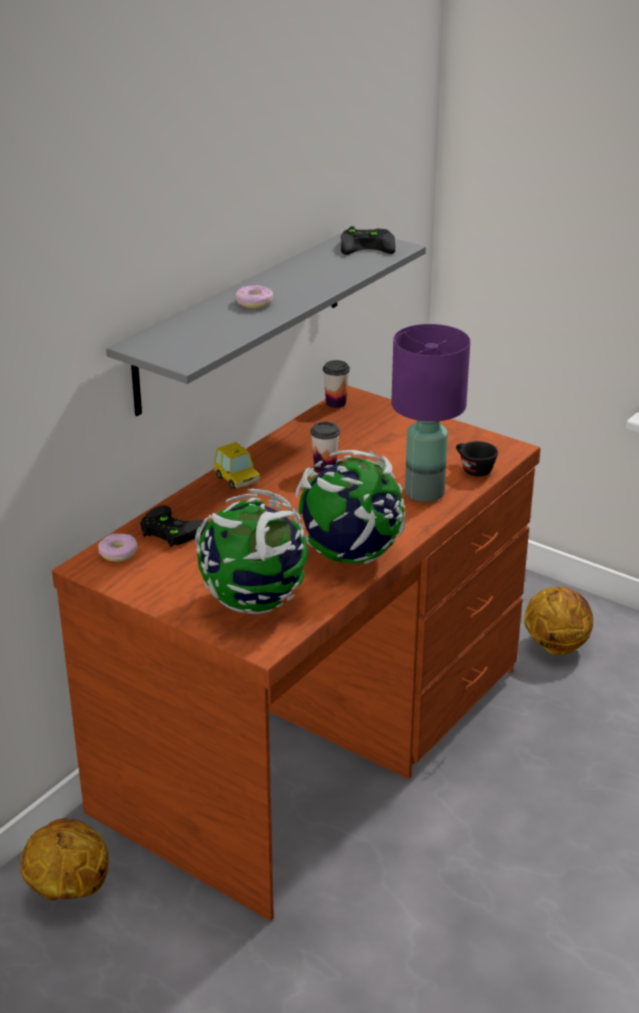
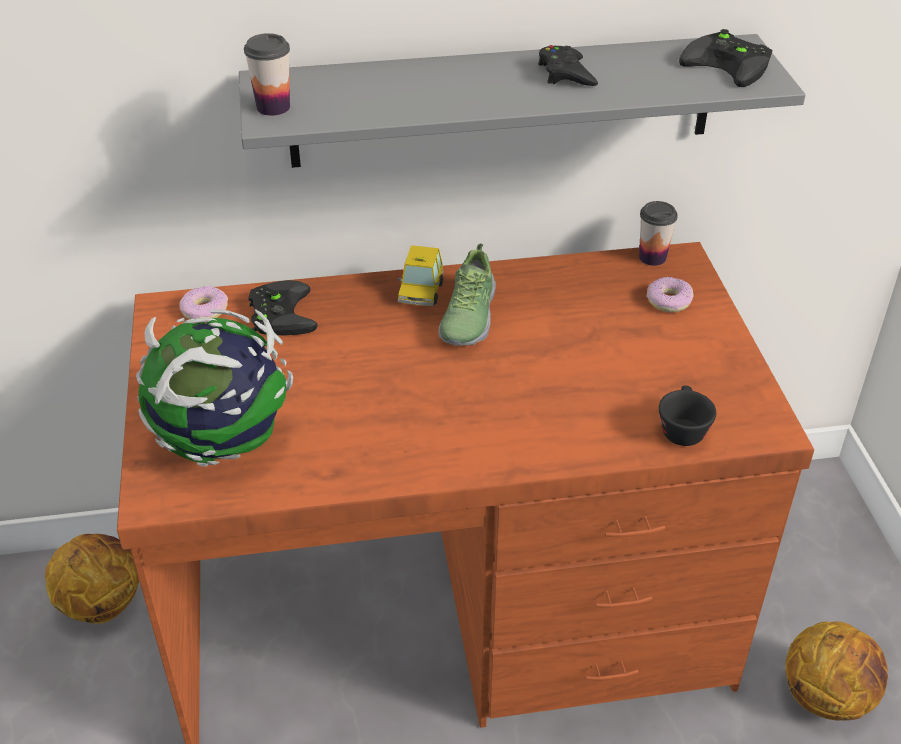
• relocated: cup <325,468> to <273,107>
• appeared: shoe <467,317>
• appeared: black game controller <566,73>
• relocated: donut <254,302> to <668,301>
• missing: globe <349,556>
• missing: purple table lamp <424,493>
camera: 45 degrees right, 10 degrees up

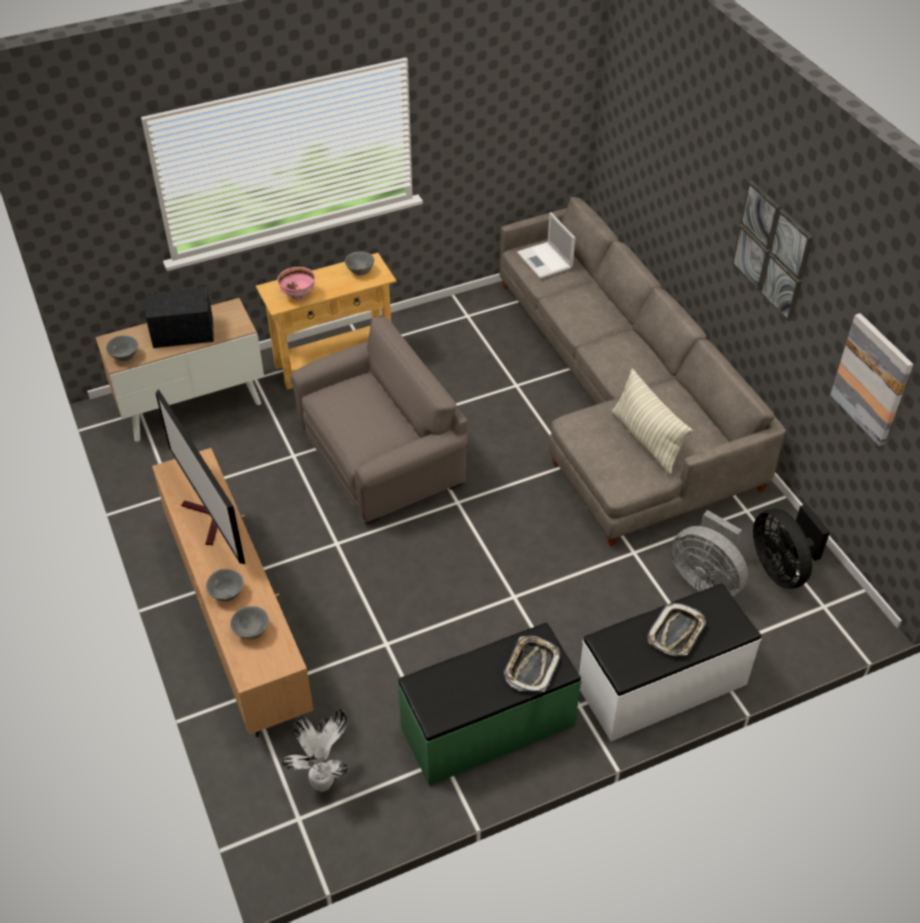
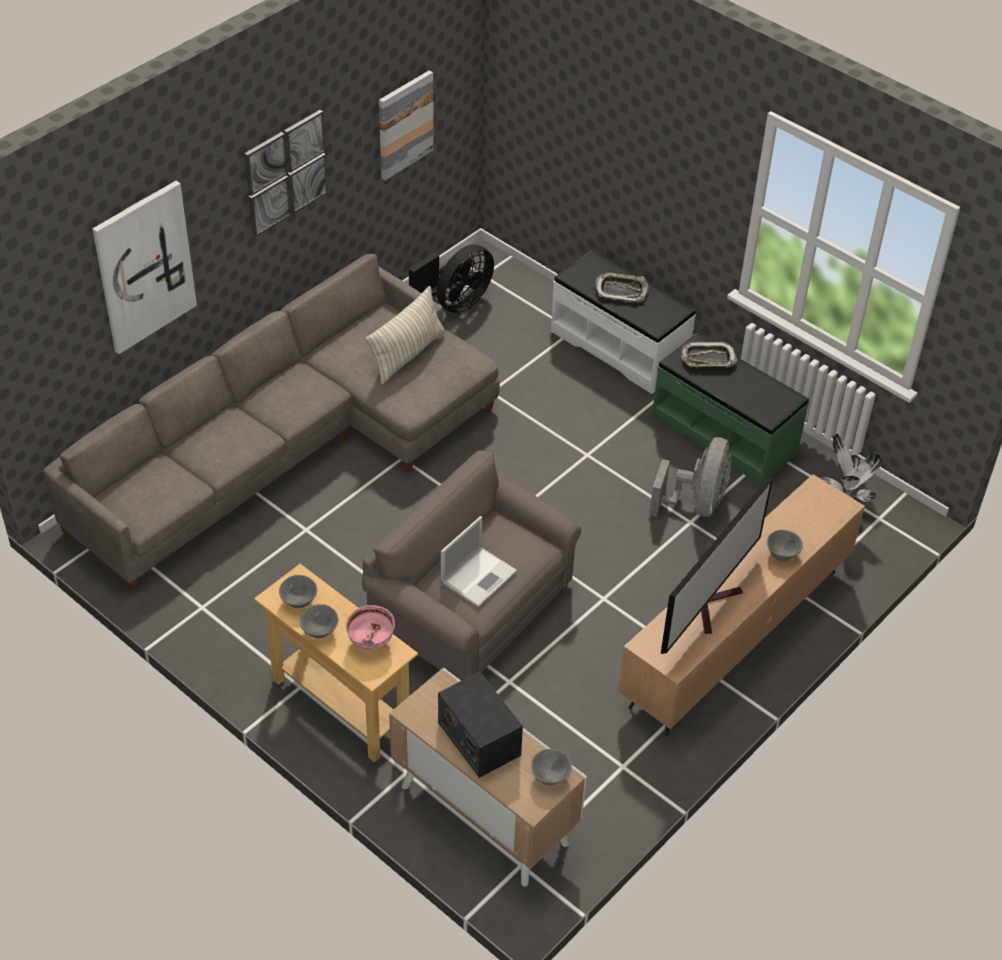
• appeared: picture <144,266>
• relocated: grey bowl <252,631> to <319,630>
• relocated: laptop <545,261> to <479,576>
• relocated: grey fan <706,579> to <696,504>
camera: 115 degrees left, 0 degrees up

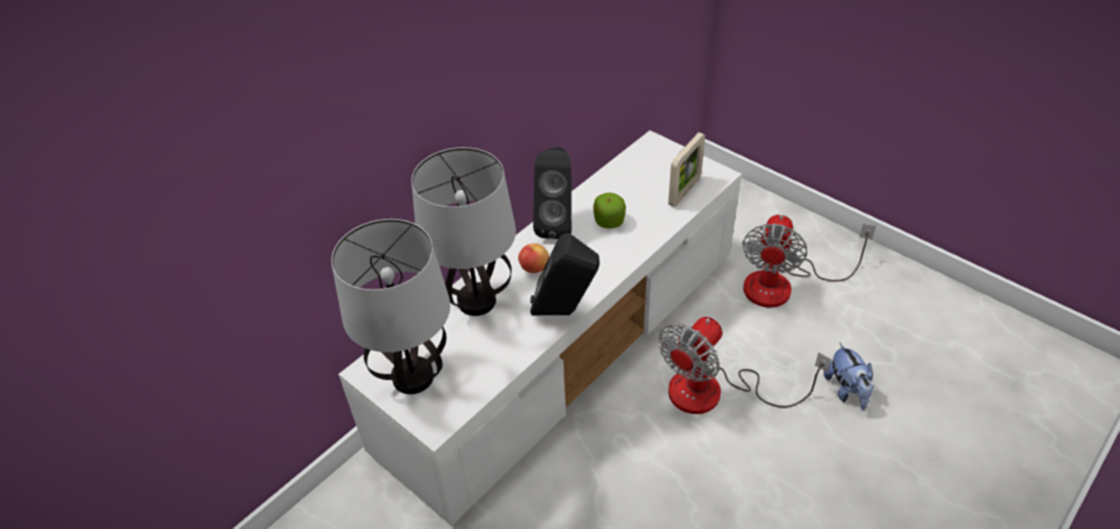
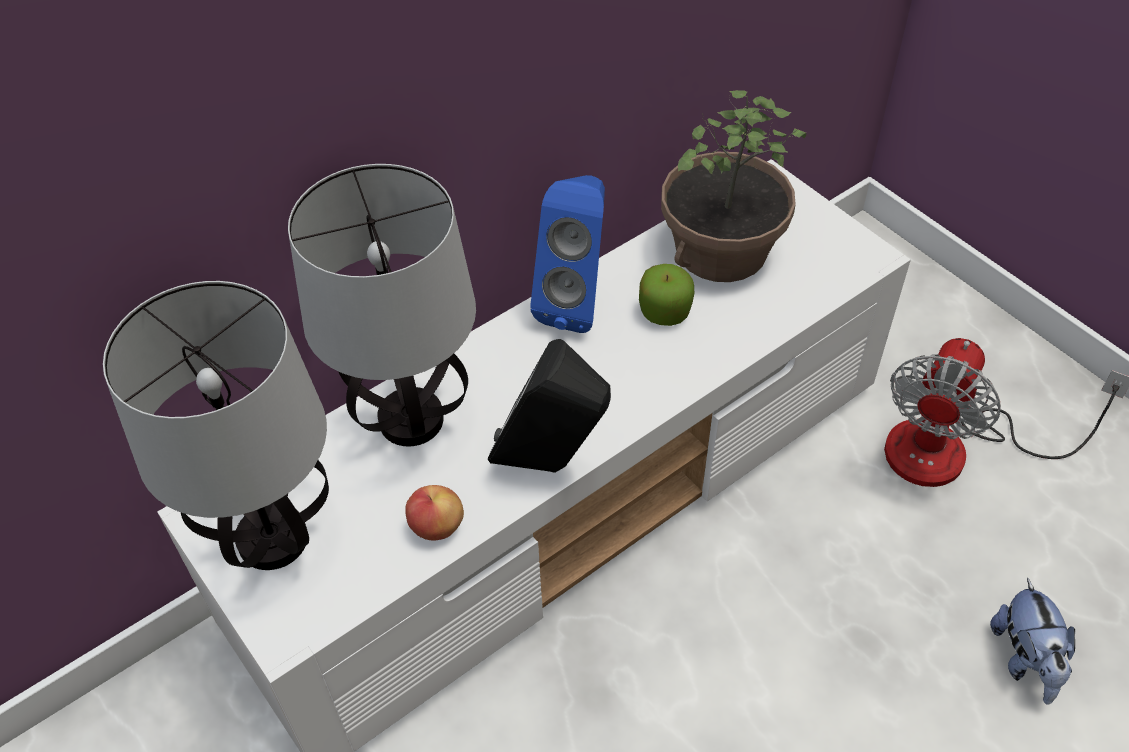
• relocated: apple <534,268> to <436,526>
• colour: black speaker <556,224> to blue speaker <576,302>
• appeared: potted plant <720,249>
• missing: fan <715,392>
• missing: picture frame <684,192>
camera: 10 degrees right, 5 degrees up

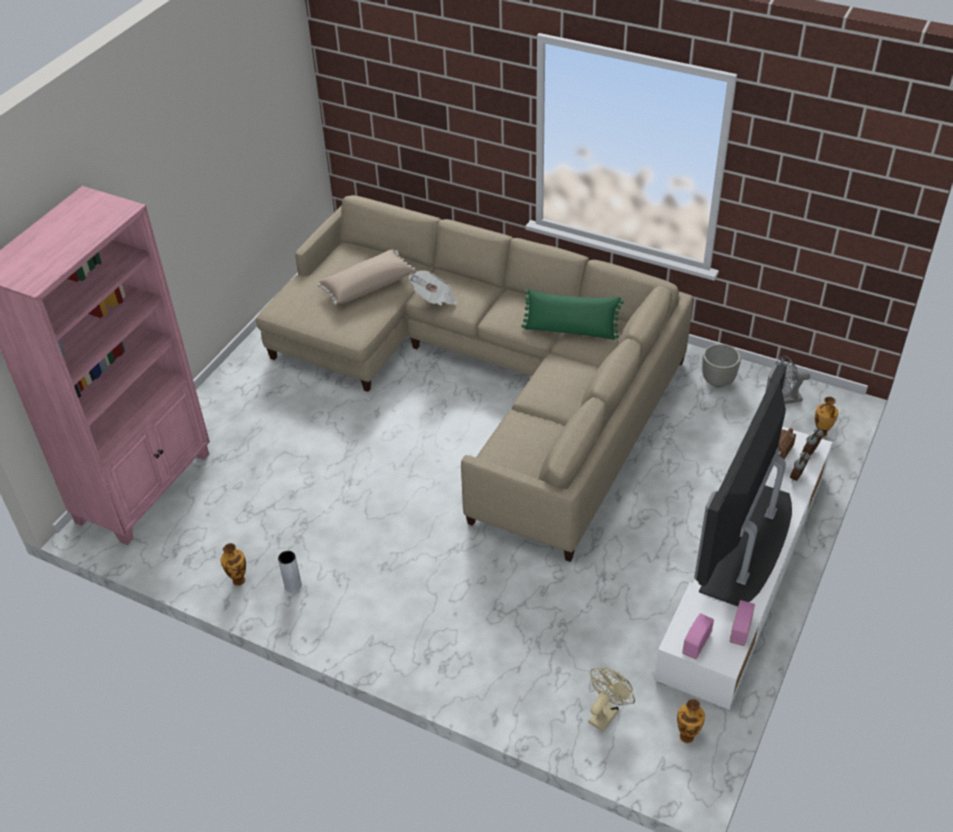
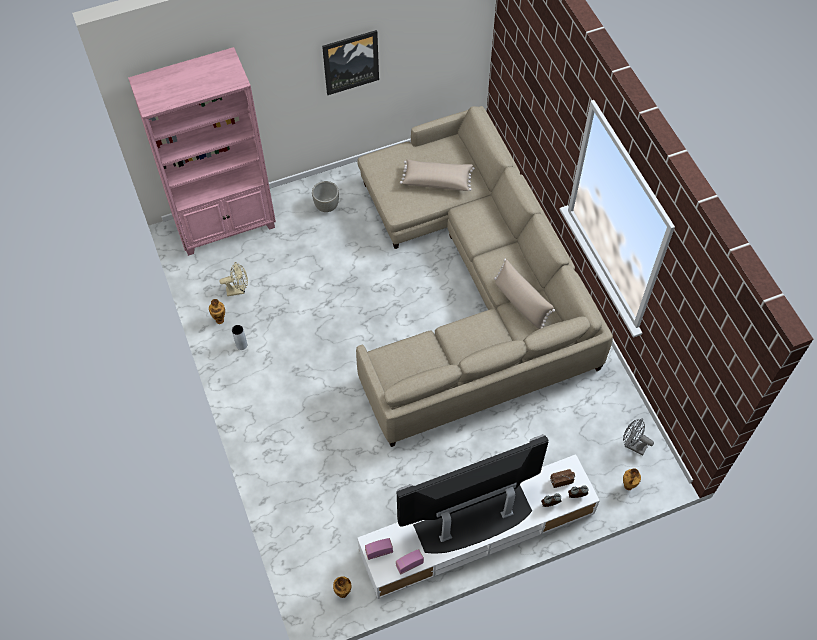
• relocated: beige fan <606,713> to <238,290>
• relocated: grey planter <718,381> to <327,206>
• appeared: picture <350,62>
• colour: green pillow <570,330> to beige pillow <521,303>
• missing: newspaper <434,299>
camera: 40 degrees right, 15 degrees up

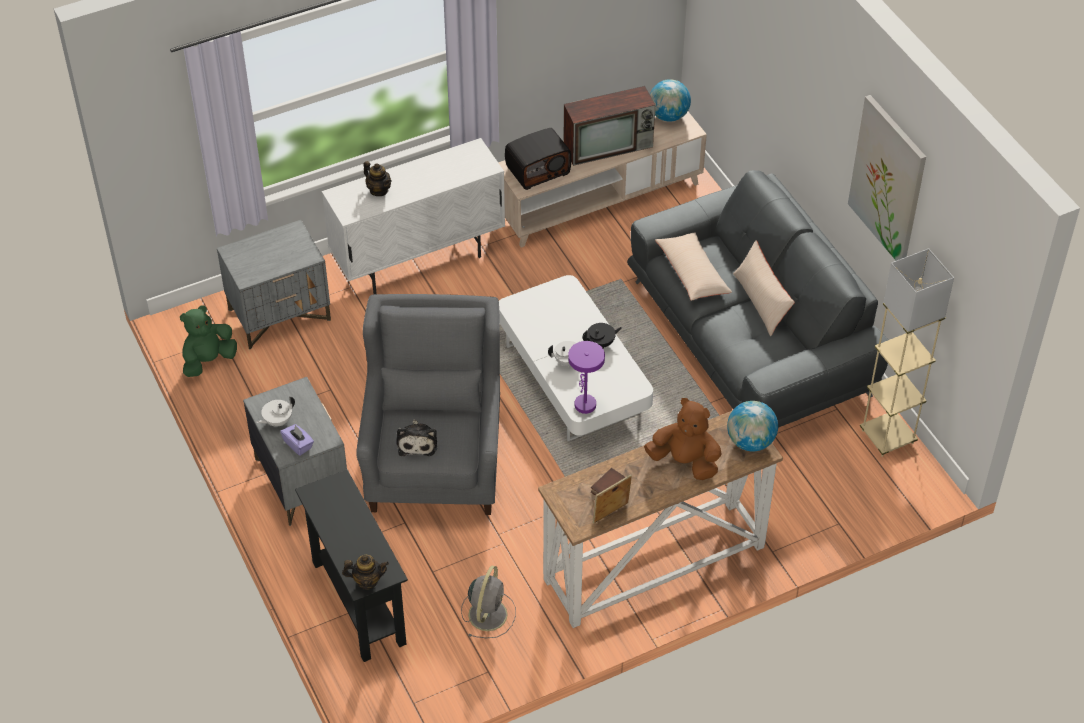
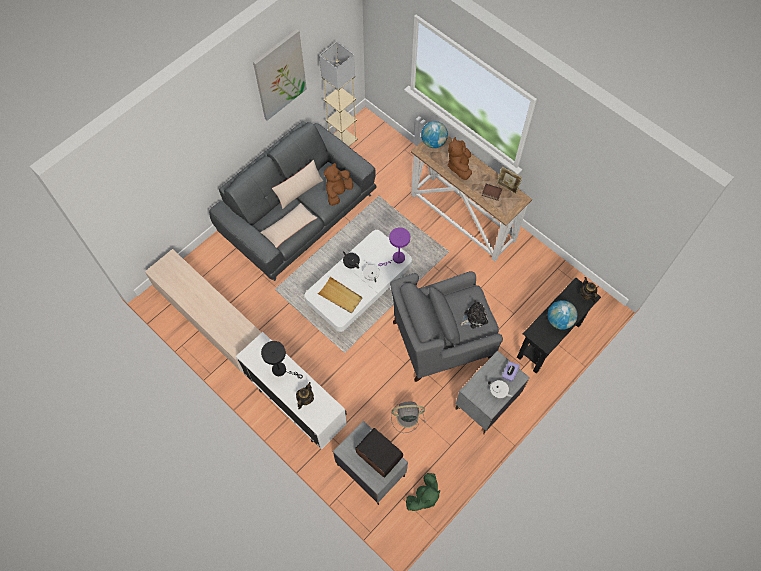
• appeared: black table lamp <281,370>
• appeared: beige tray <340,296>
• appeared: brown plush toy <338,192>
• relocated: radio <538,170> to <378,456>
• relocated: grey fan <488,613> to <406,417>
• spun: green plush toy <208,361> = <423,497> 75 degrees counterclockwise
• relocated: globe <668,116> to <559,320>
• missing: television <609,146>
camera: 110 degrees left, 15 degrees up

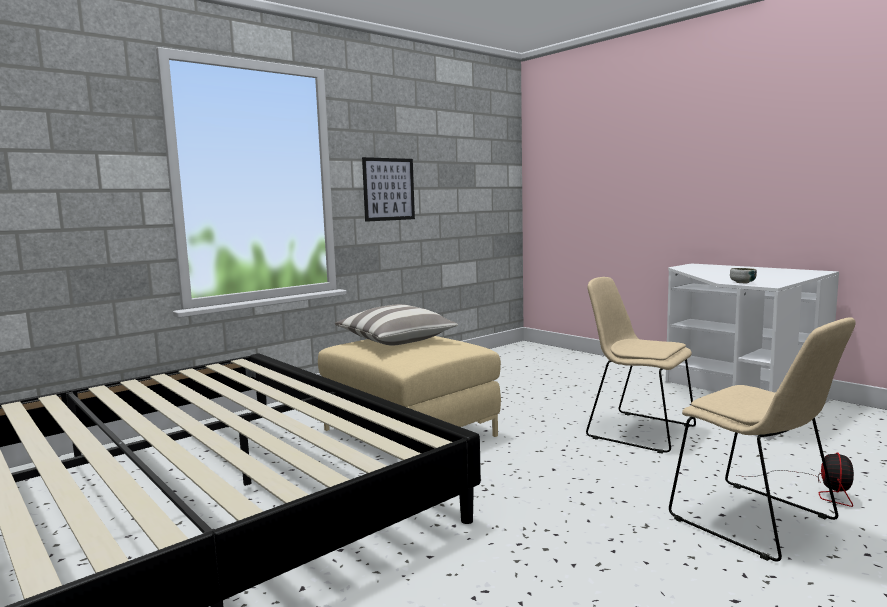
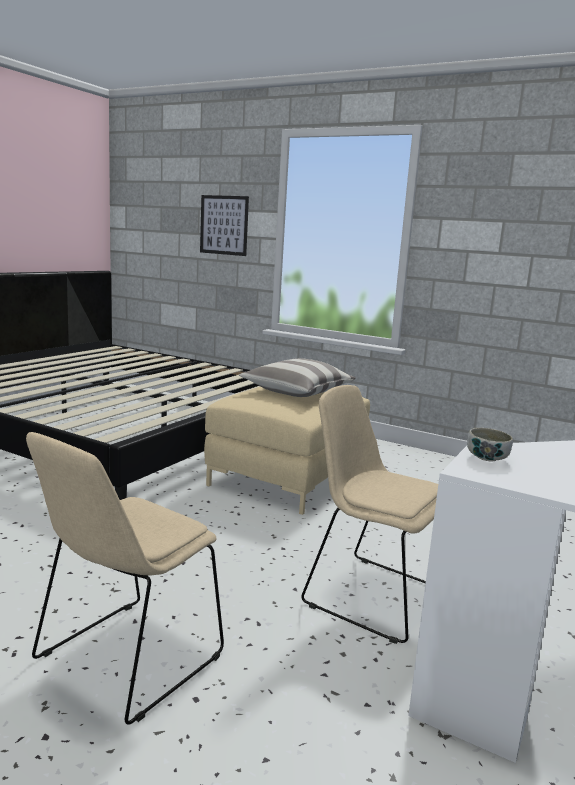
• relocated: picture <388,189> to <224,225>
• spun: beige chair <637,431> = <370,595> 75 degrees counterclockwise
• missing: fan <816,489>
camera: 70 degrees right, 5 degrees up

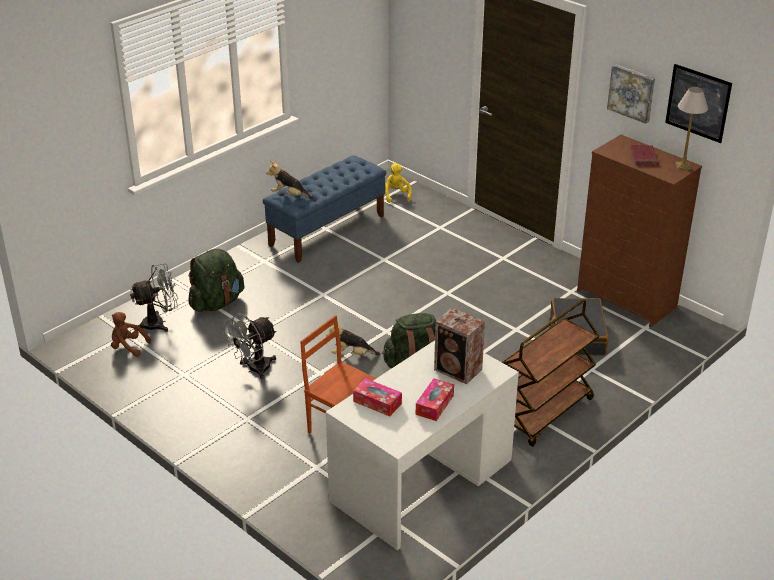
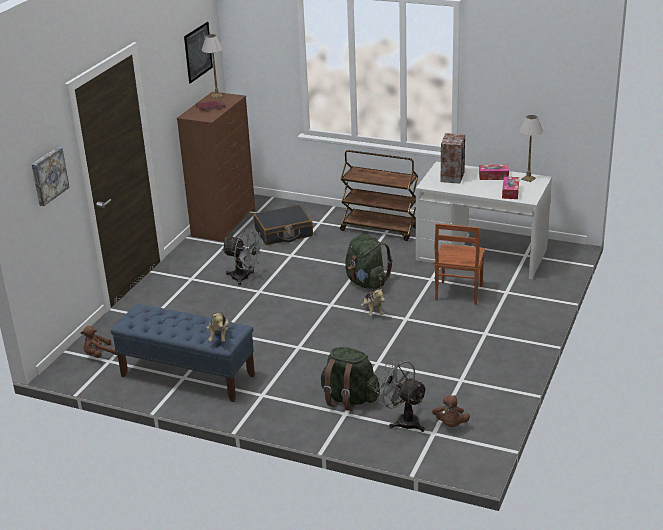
• relocated: picture <632,93> to <48,176>
• colour: yellow plush toy <395,195> to brown plush toy <99,355>
• relocated: grey fan <254,369> to <244,278>
• appeared: table lamp <528,179>
camera: 110 degrees left, 5 degrees down

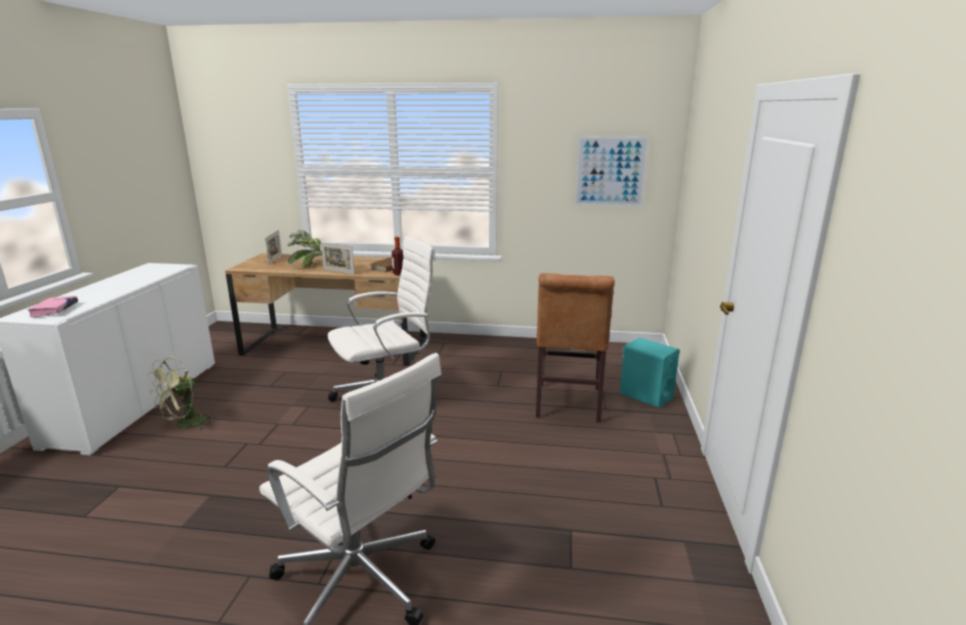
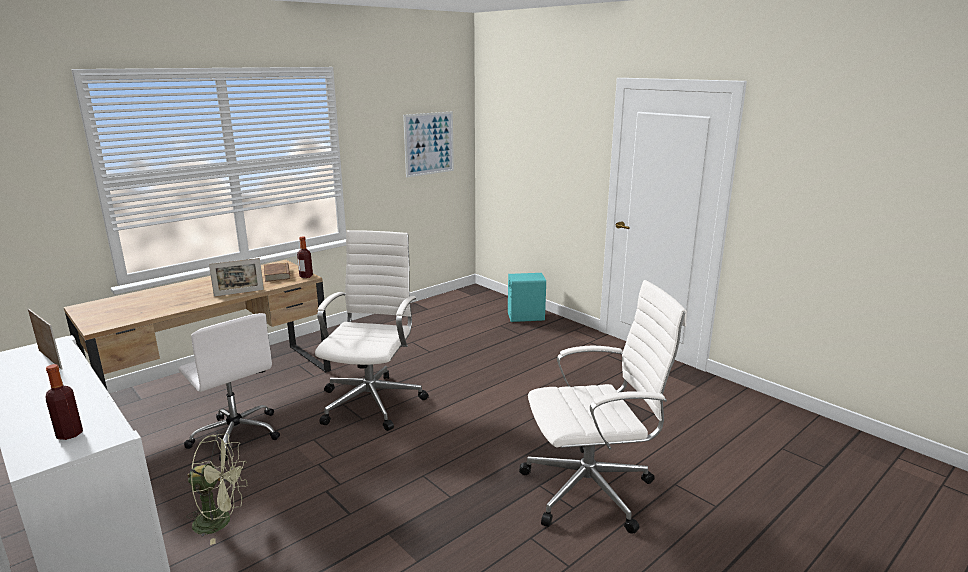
• relocated: picture frame <275,259> to <50,359>
• exchanged: pink book <55,310> to bottle <69,434>
• appeared: white office chair <236,434>
• spun: green fan <185,425> = <221,521> 75 degrees counterclockwise
• missing: potted plant <309,265>
• missing: brown chair <568,405>
camera: 50 degrees left, 0 degrees up

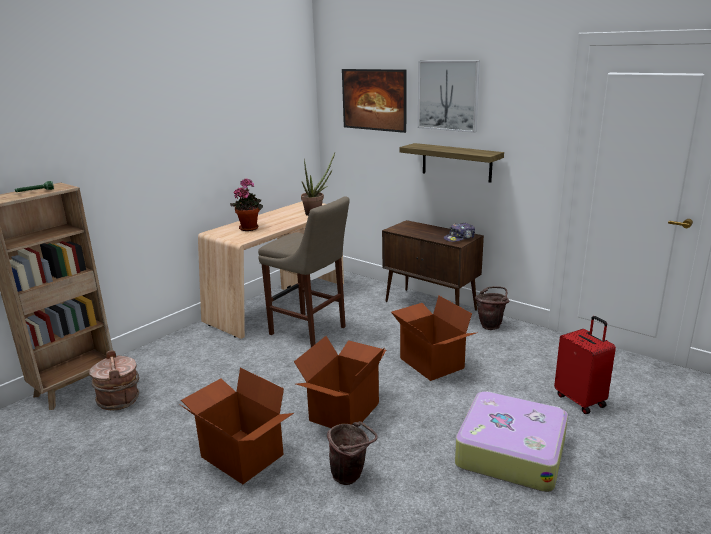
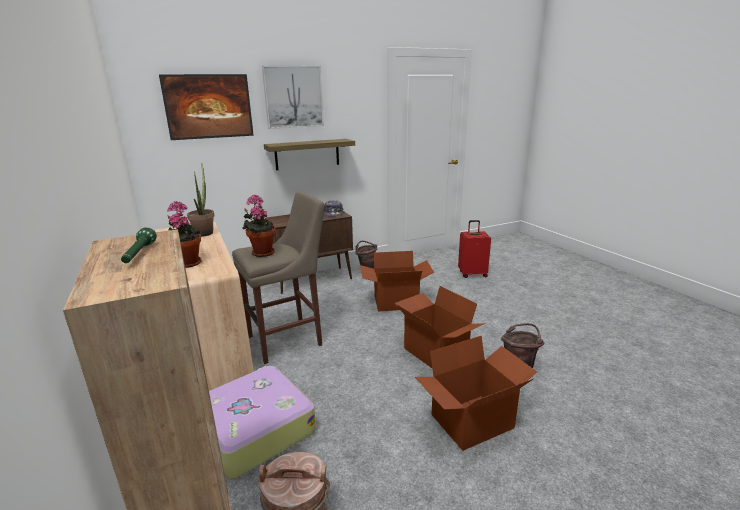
• relocated: suitcase <510,451> to <254,429>
• appeared: potted plant <262,252>
camera: 65 degrees left, 0 degrees up

